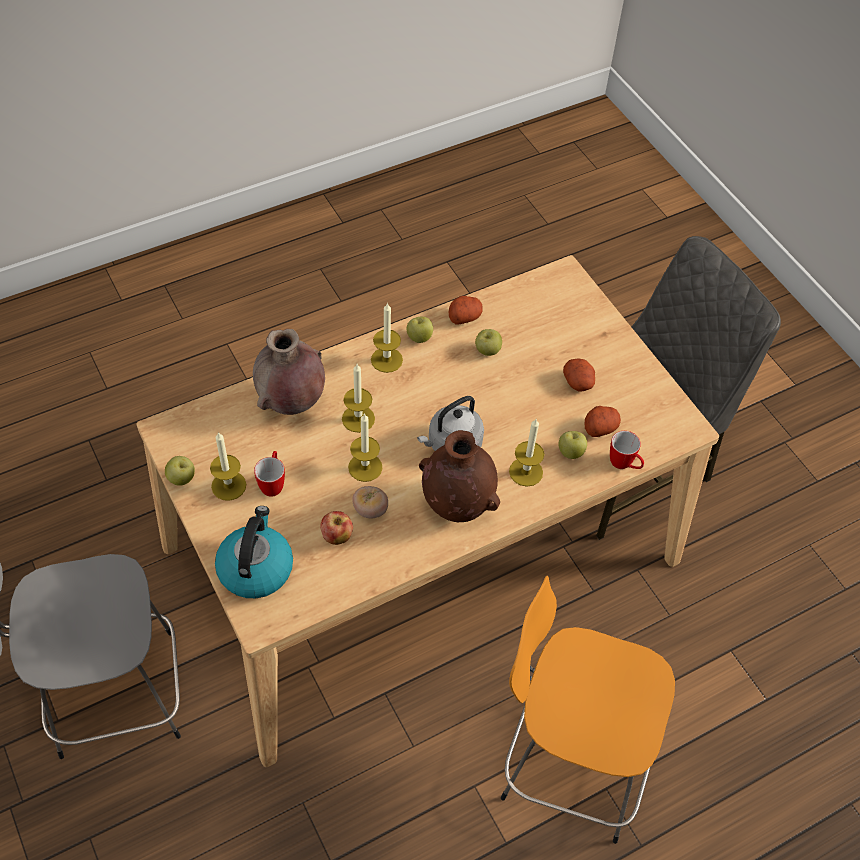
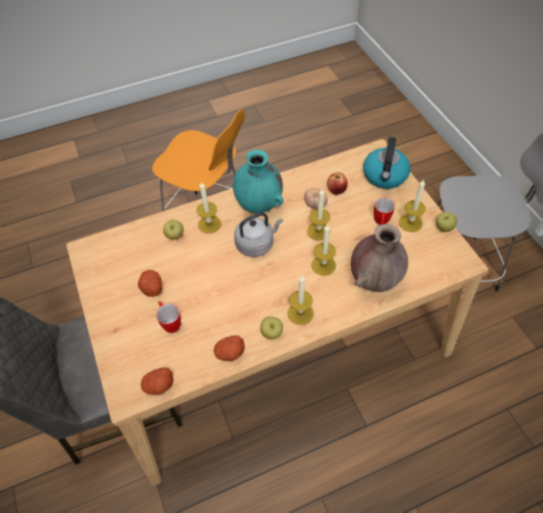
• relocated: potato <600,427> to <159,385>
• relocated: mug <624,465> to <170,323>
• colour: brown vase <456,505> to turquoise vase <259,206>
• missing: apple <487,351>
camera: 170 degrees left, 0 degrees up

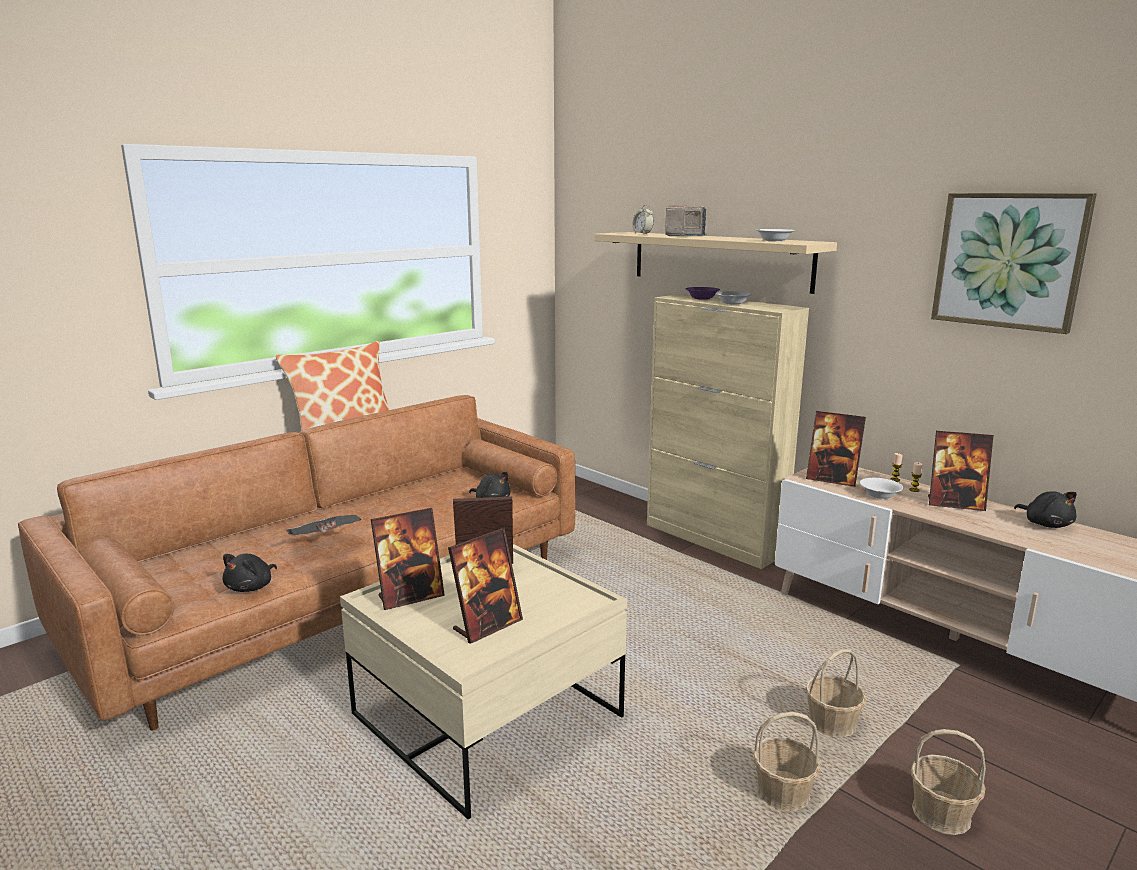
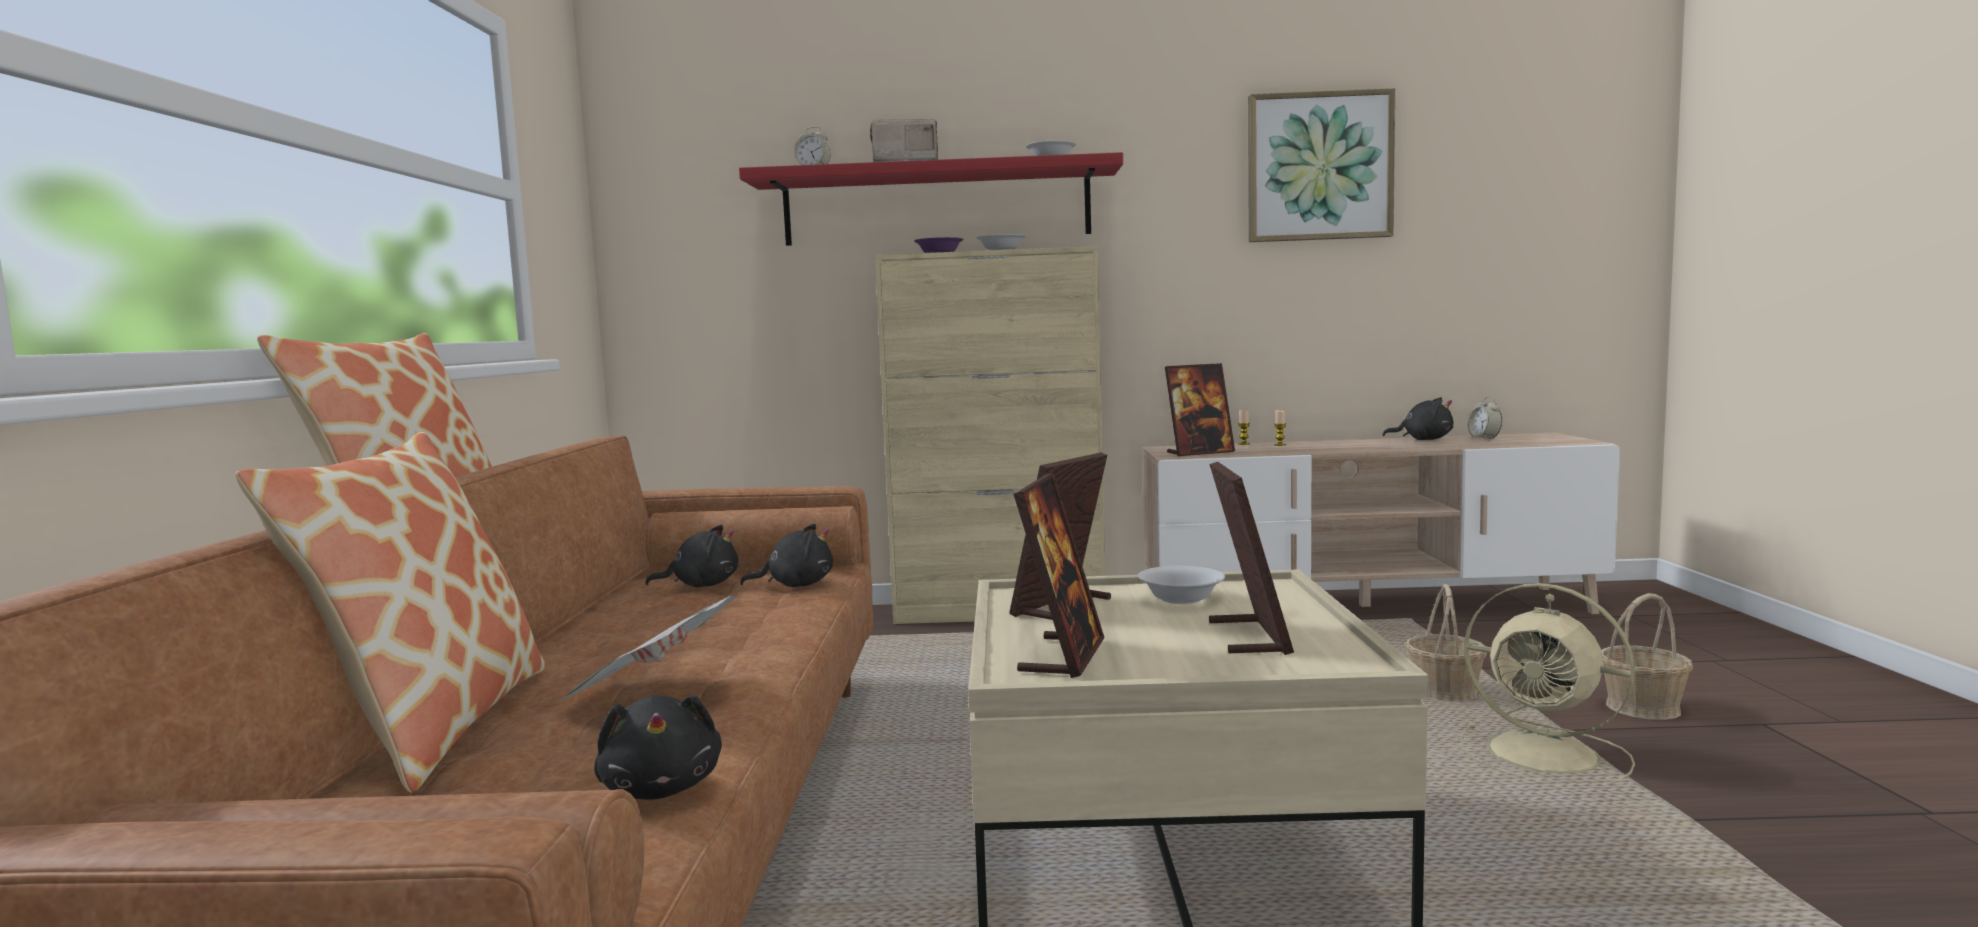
• appeared: pillow <433,726>
• appeared: black plush toy <701,585>
• colour: beige shelf <719,260> to red shelf <936,205>
• relocated: white bowl <879,495> to <1180,599>
• exchanged: basket <783,793> to beige fan <1548,755>
• appeared: alarm clock <1484,439>
• missing: picture frame <955,504>
camera: 45 degrees left, 10 degrees down

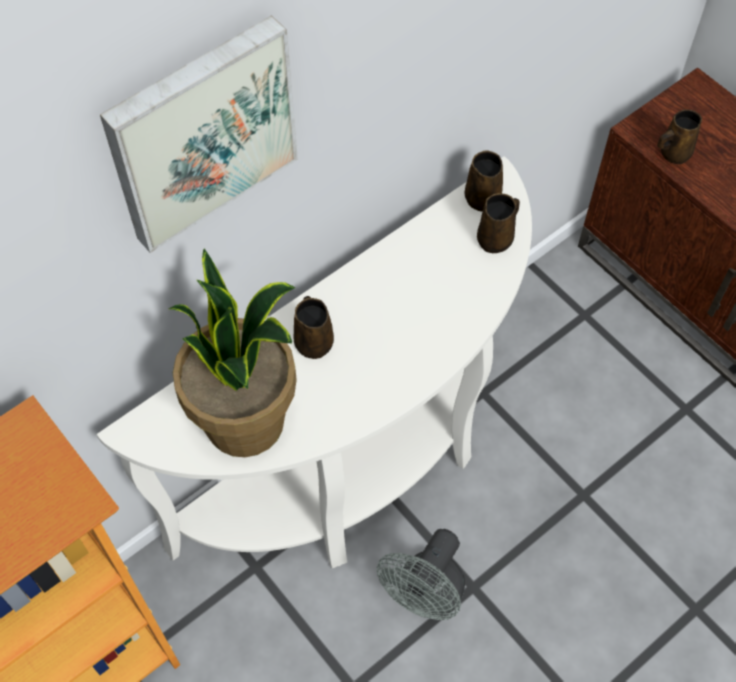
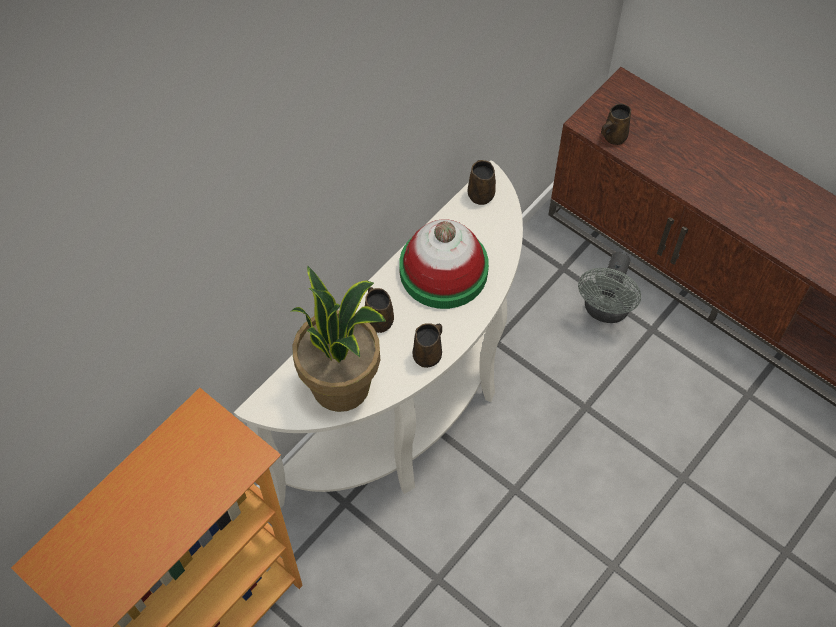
• appeared: hat <443,270>
• relocated: brown mug <496,239> to <428,355>
• relocated: grey fan <425,597> to <605,311>
• missing: picture <201,132>
camera: 10 degrees left, 0 degrees up

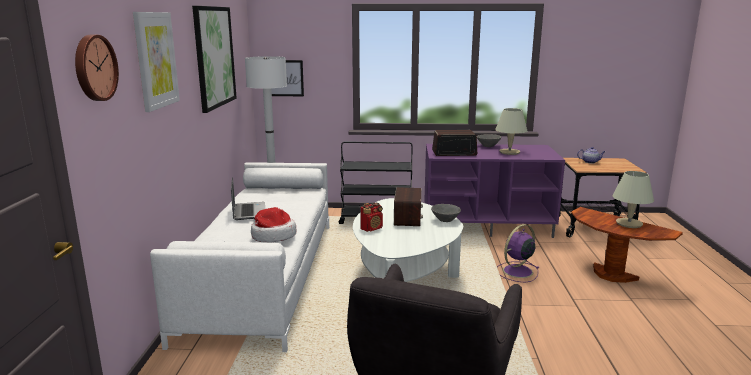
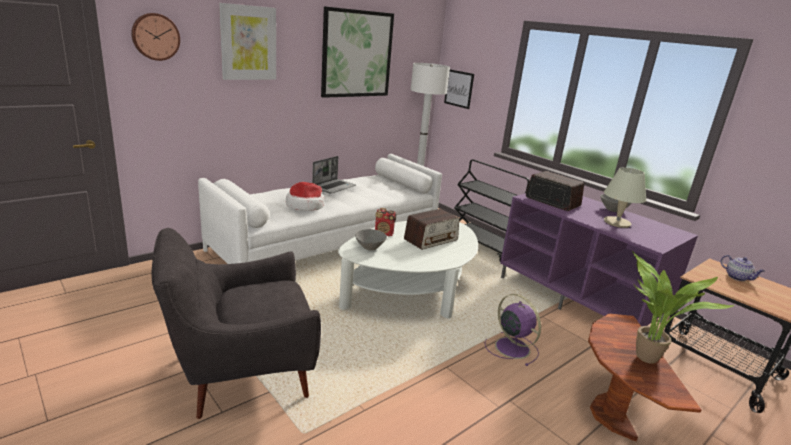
• relocated: grey bowl <445,220> to <369,248>
• spun: purple fan <516,272> = <511,347> 45 degrees clockwise
• exchanged: beige table lamp <629,223> to potted plant <645,360>
camera: 45 degrees right, 5 degrees up

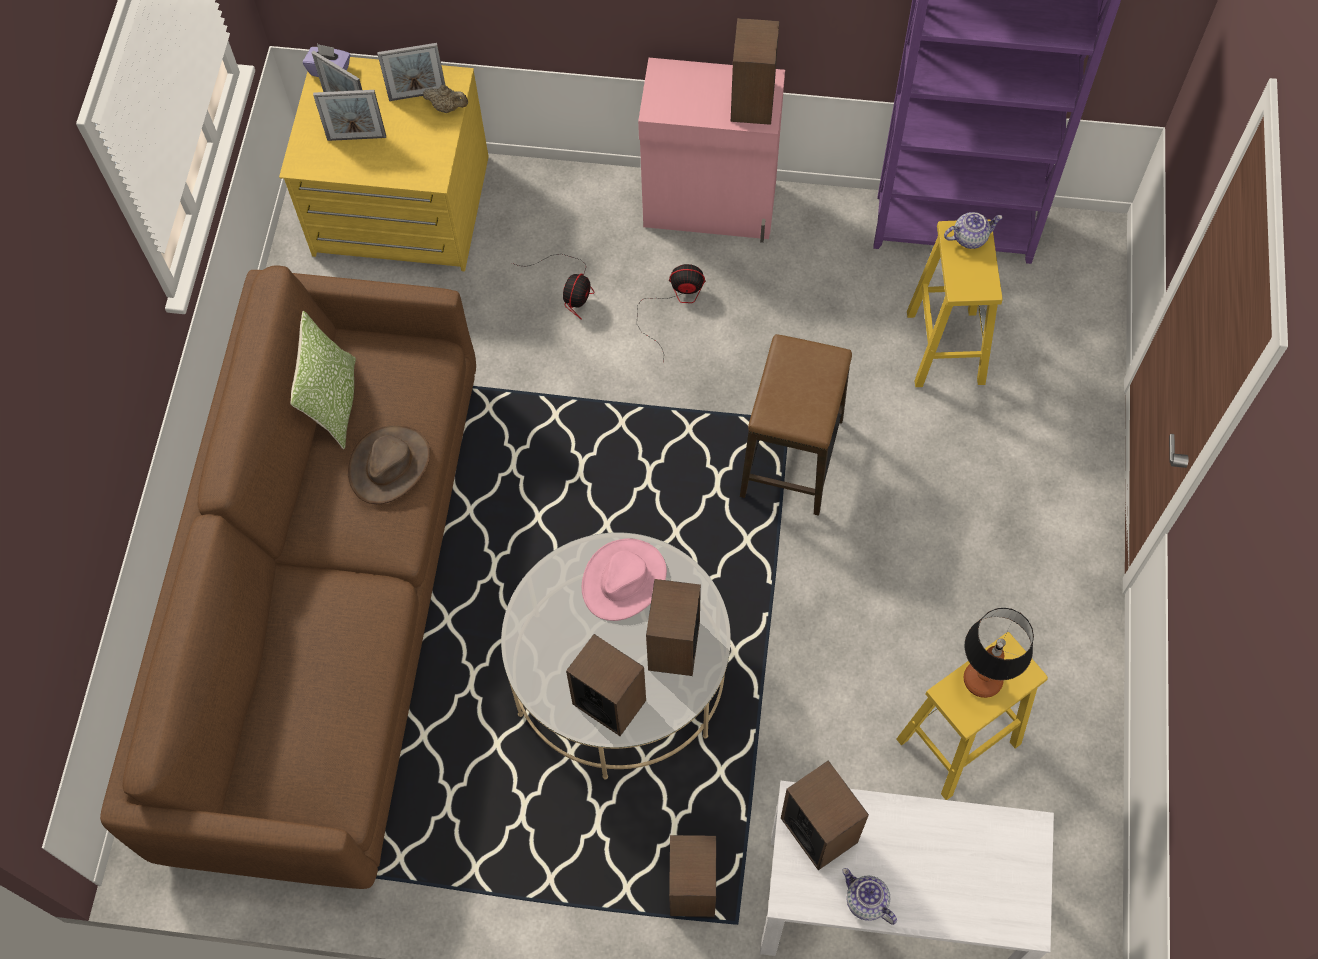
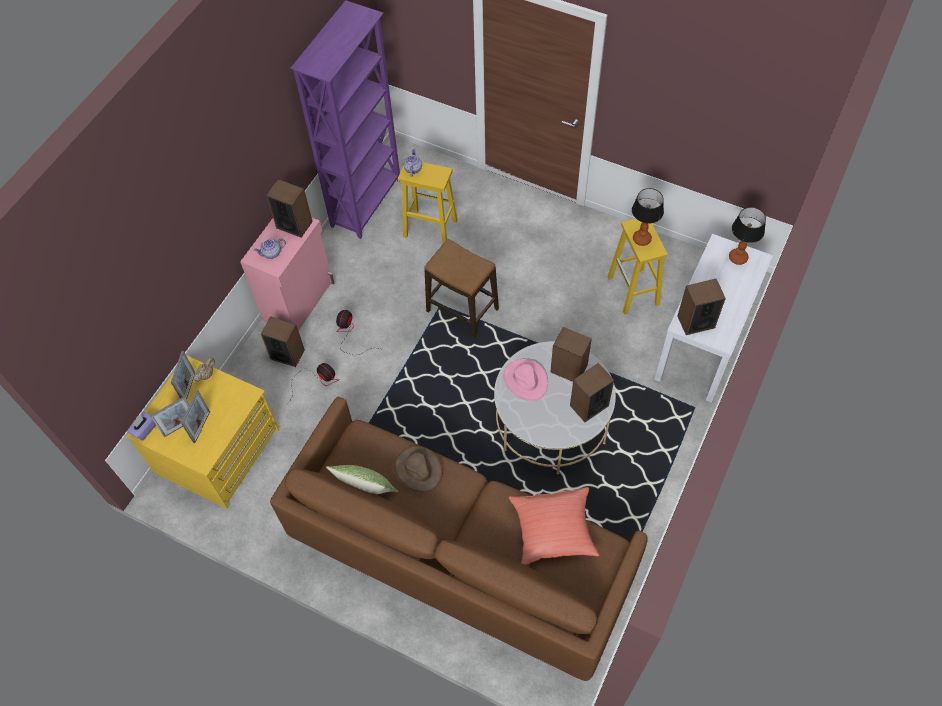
• relocated: teapot <865,901> to <271,253>
• relocated: speaker <693,887> to <287,354>
• appeared: red pillow <553,531>
• appeared: table lamp <737,257>
camera: 70 degrees left, 5 degrees down

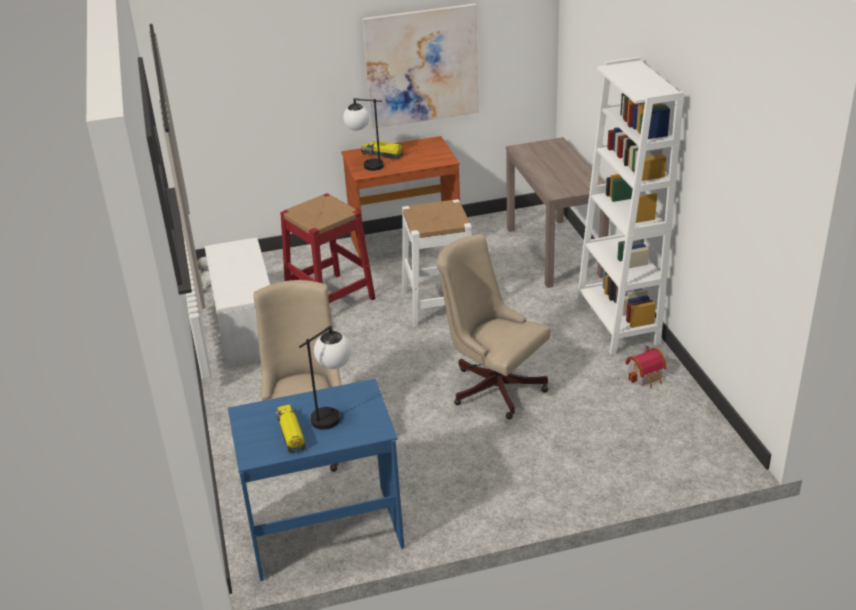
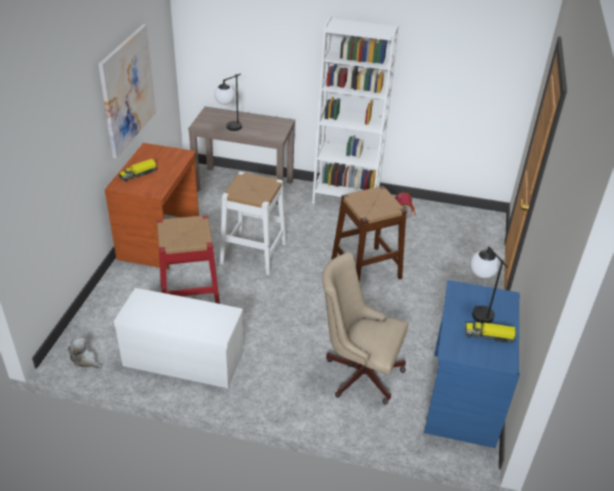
• relocated: table lamp <365,165> to <229,129>
• exchanged: beige office chair <493,386> to brown stool <366,268>
camera: 65 degrees left, 5 degrees up

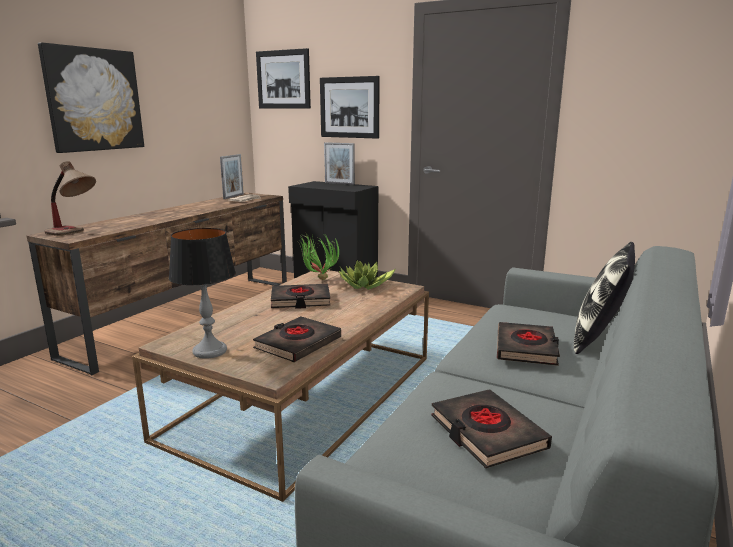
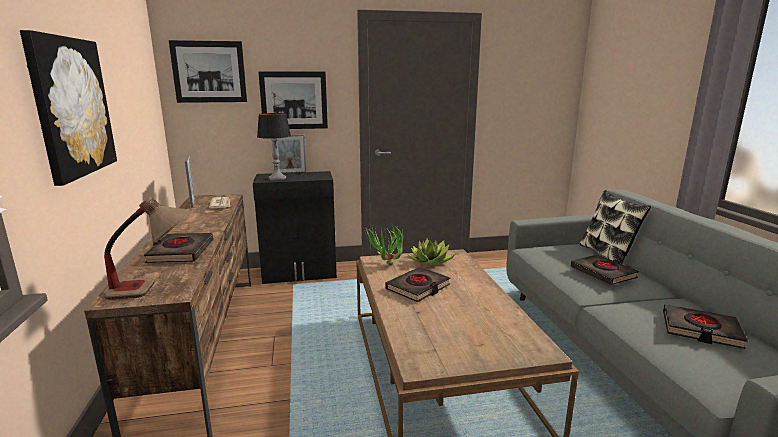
• relocated: black book <298,344> to <181,252>
• relocated: table lamp <209,351> to <277,178>
camera: 40 degrees left, 0 degrees up

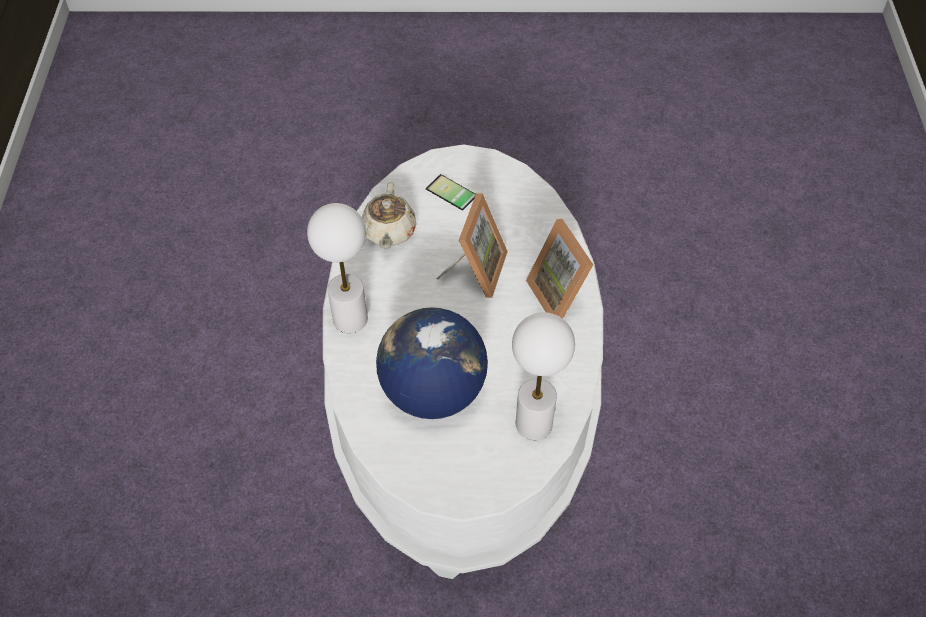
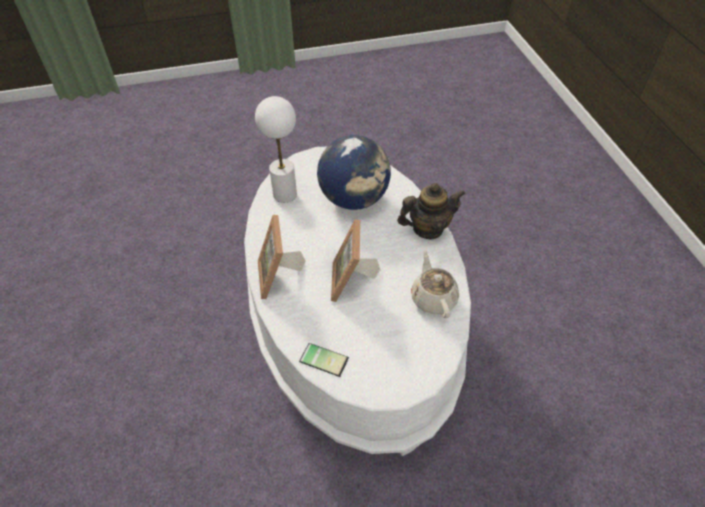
• spun: picture frame <562,294> = <279,277> 150 degrees counterclockwise
• relocated: phone <449,194> to <325,357>
• exchanged: white table lamp <350,319> to teapot <428,228>
camera: 165 degrees right, 5 degrees down

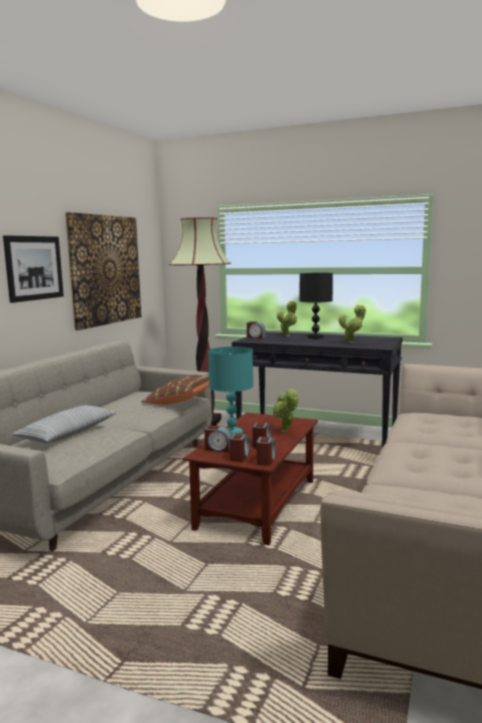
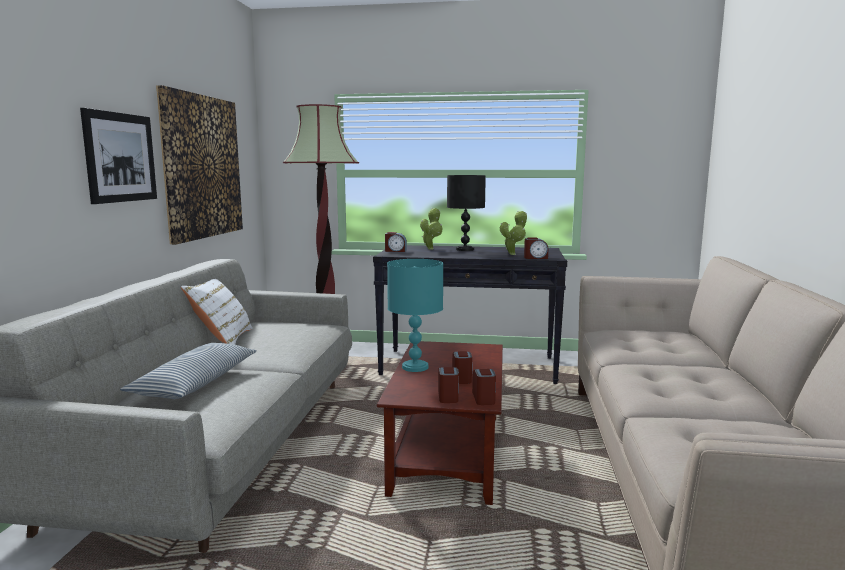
• appeared: white pillow <222,339>
• relocated: alarm clock <218,449> to <535,258>
• missing: brown pillow <180,401>
• missing: potted plant <285,431>
camera: 15 degrees left, 0 degrees up

